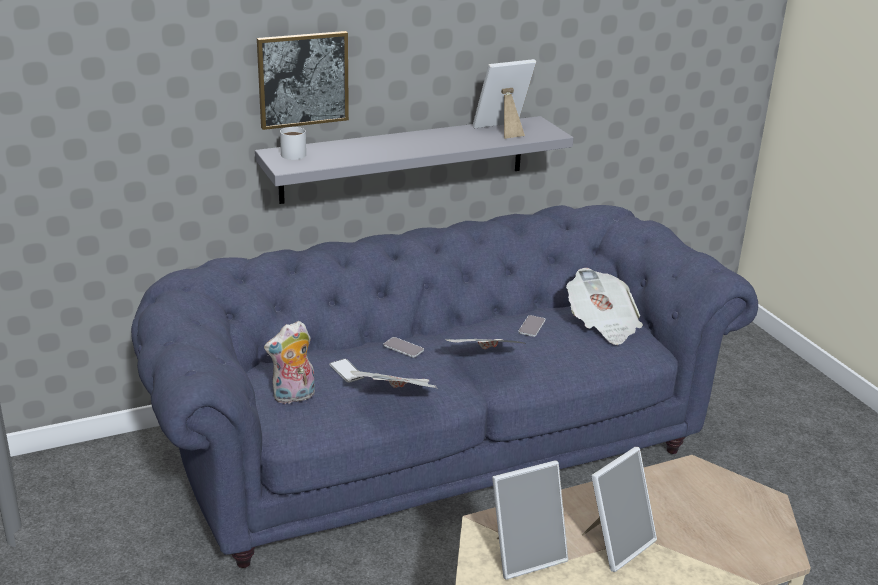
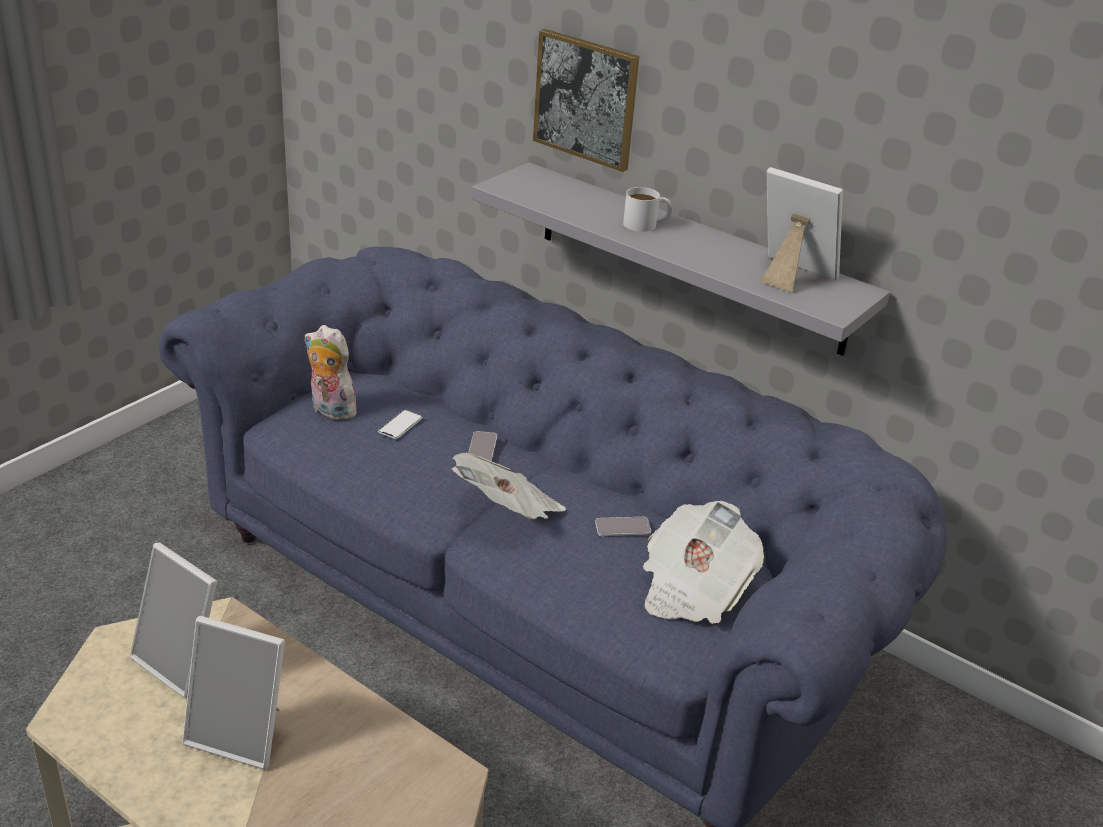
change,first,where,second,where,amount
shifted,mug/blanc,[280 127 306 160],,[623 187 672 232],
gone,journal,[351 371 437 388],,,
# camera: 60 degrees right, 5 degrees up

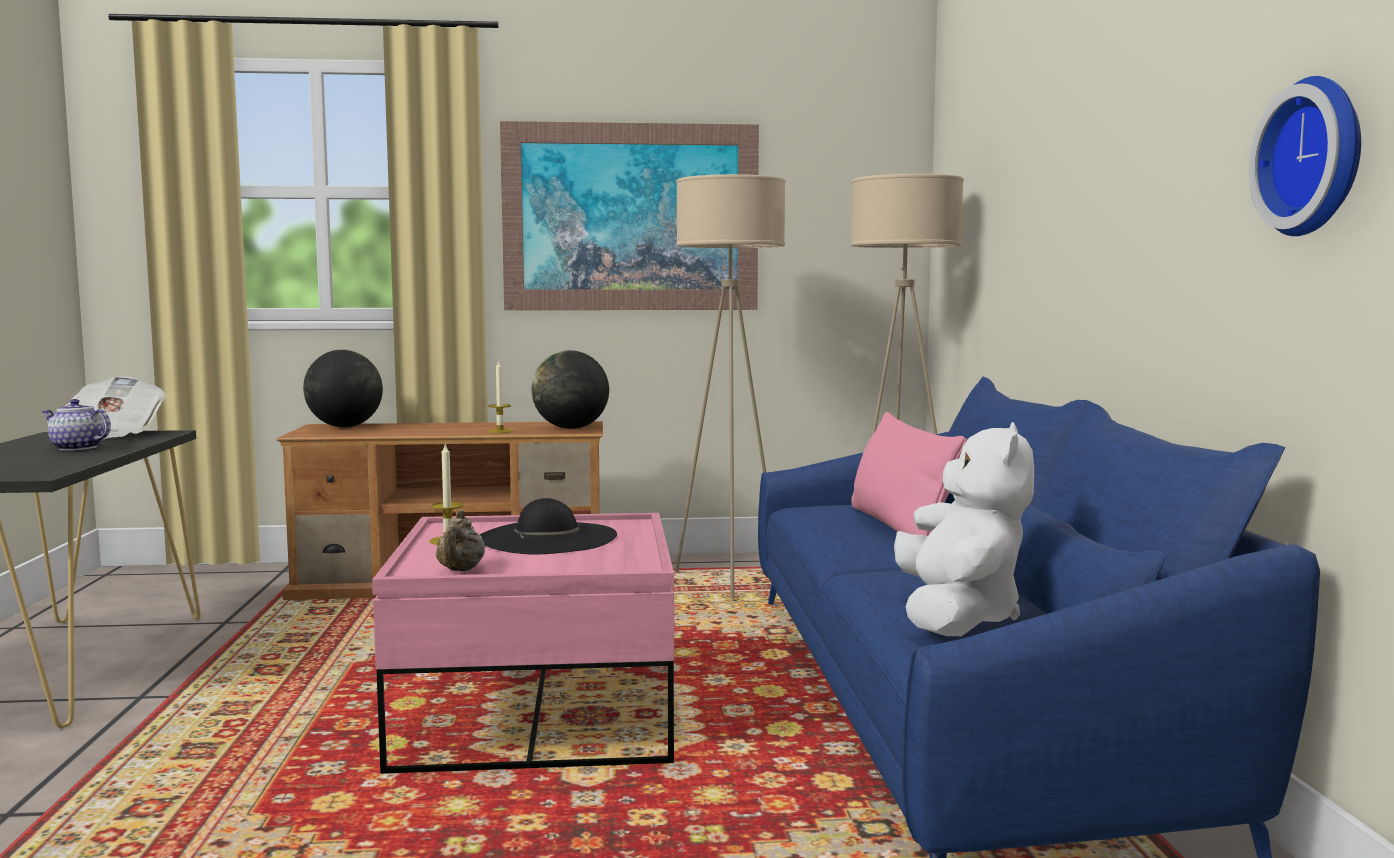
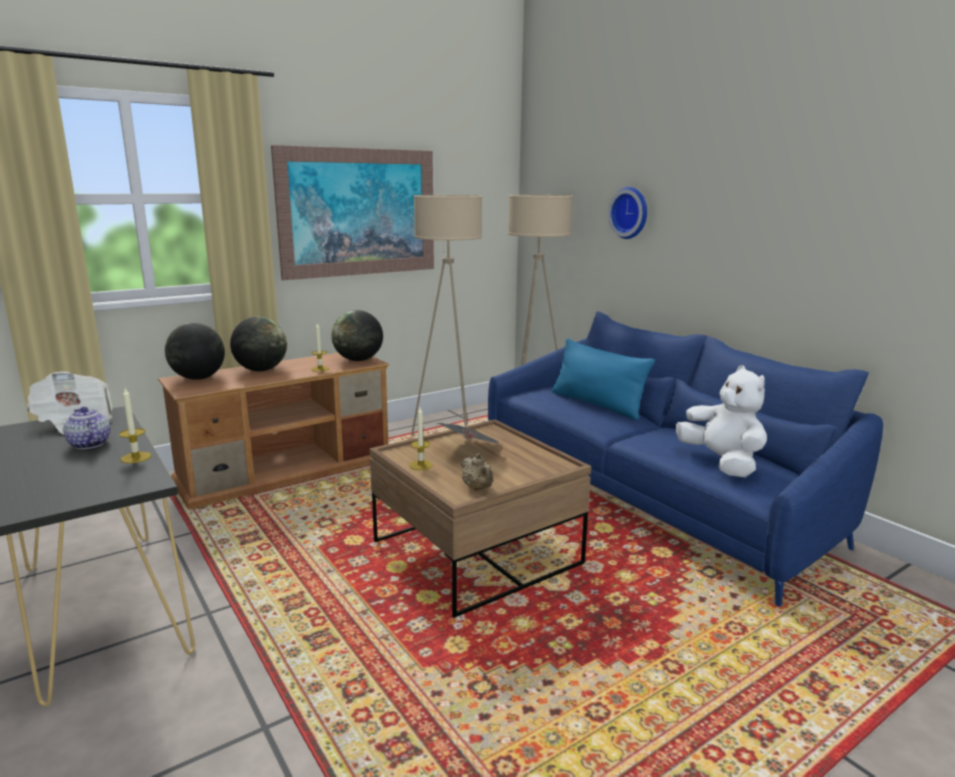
change,first,where,second,where,amount
rotated,théière,[42 399 111 451],,[63 407 110 449],60 degrees clockwise
repainted,table basse/rose,[372 513 674 774],table basse/marron,[370 419 591 618],
swapped,chapeau/noir,[480 498 617 555],journal,[437 423 499 443],
repainted,coussin/rose,[851 412 967 536],coussin/bleu,[552 338 655 420],
shifted,horloge murale,[1249 76 1361 236],,[608 187 647 239],
new,,,bougie,[119 388 151 463],
new,,,globe,[230 317 287 371],
# camera: 30 degrees left, 10 degrees up

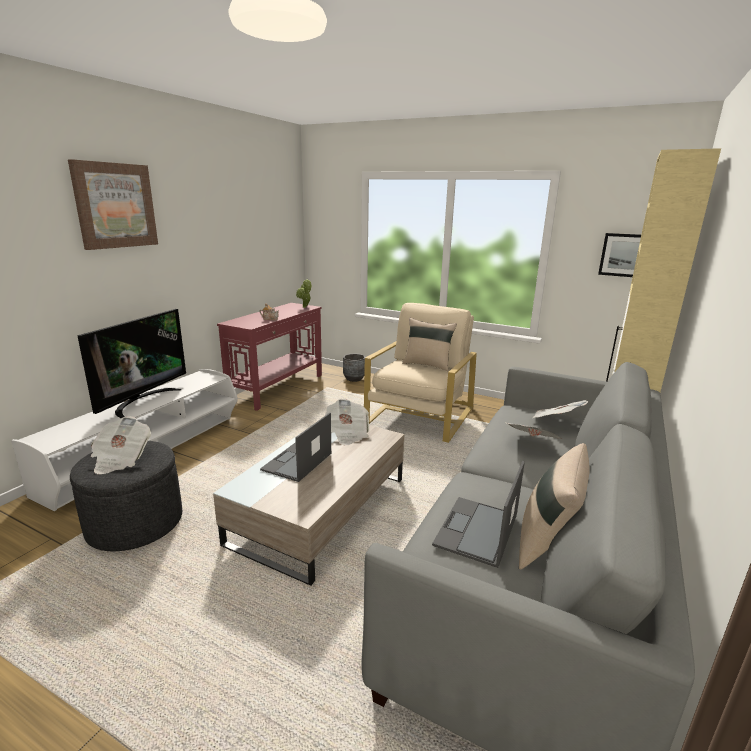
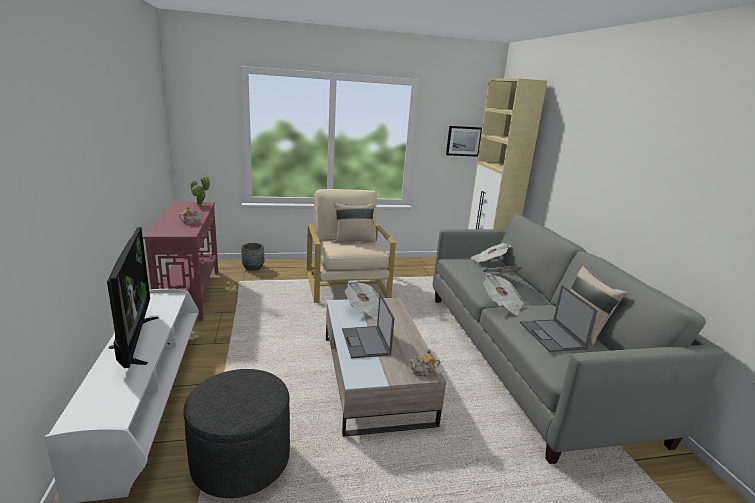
change,first,where,second,where,amount
gone,tableau,[68 159 158 250],,,
shifted,journal,[91 416 151 474],,[483 274 524 315],
new,,,théière,[410 349 440 377],
# camera: 40 degrees left, 0 degrees up

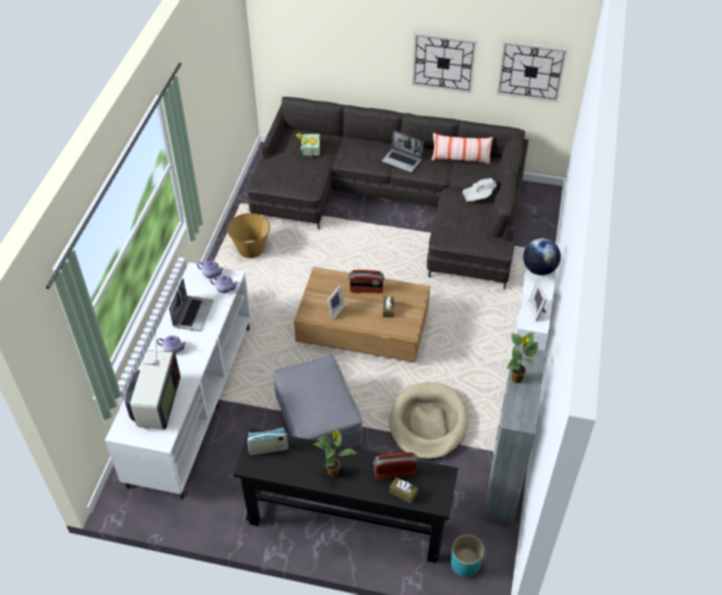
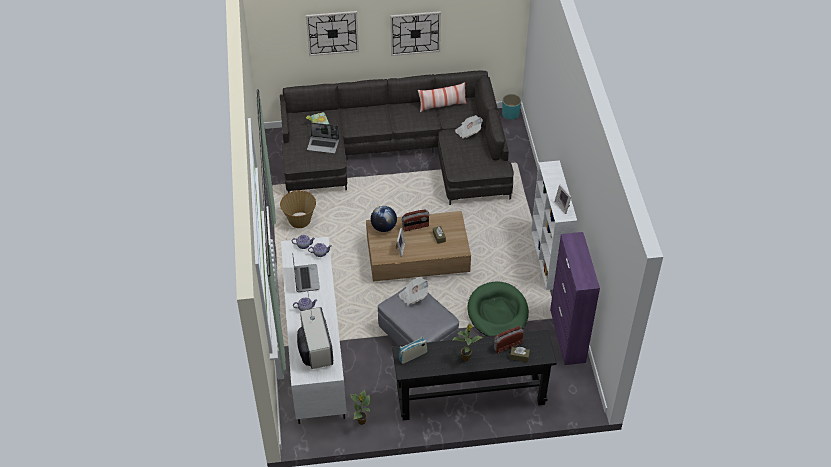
change,first,where,second,where,amount
shifted,ordinateur portable,[382 130 424 172],,[307 122 339 154],
repainted,panier pour chien/beige,[389 382 469 460],panier pour chien/vert,[468 282 529 336],
shifted,cache-pot/turquoise,[451 534 484 577],,[502 94 521 120],
repainted,meuble de rangement/gris,[484 345 546 523],meuble de rangement/violet,[550 232 600 365],
shifted,horloge murale,[497 41 568 103],,[306 11 359 56],
shifted,plante en pot,[506 332 538 383],,[350 390 370 425],
shifted,globe,[523 238 561 275],,[371 206 397 232],
new,,,journal,[399 277 430 305],
# camera: 20 degrees left, 0 degrees up

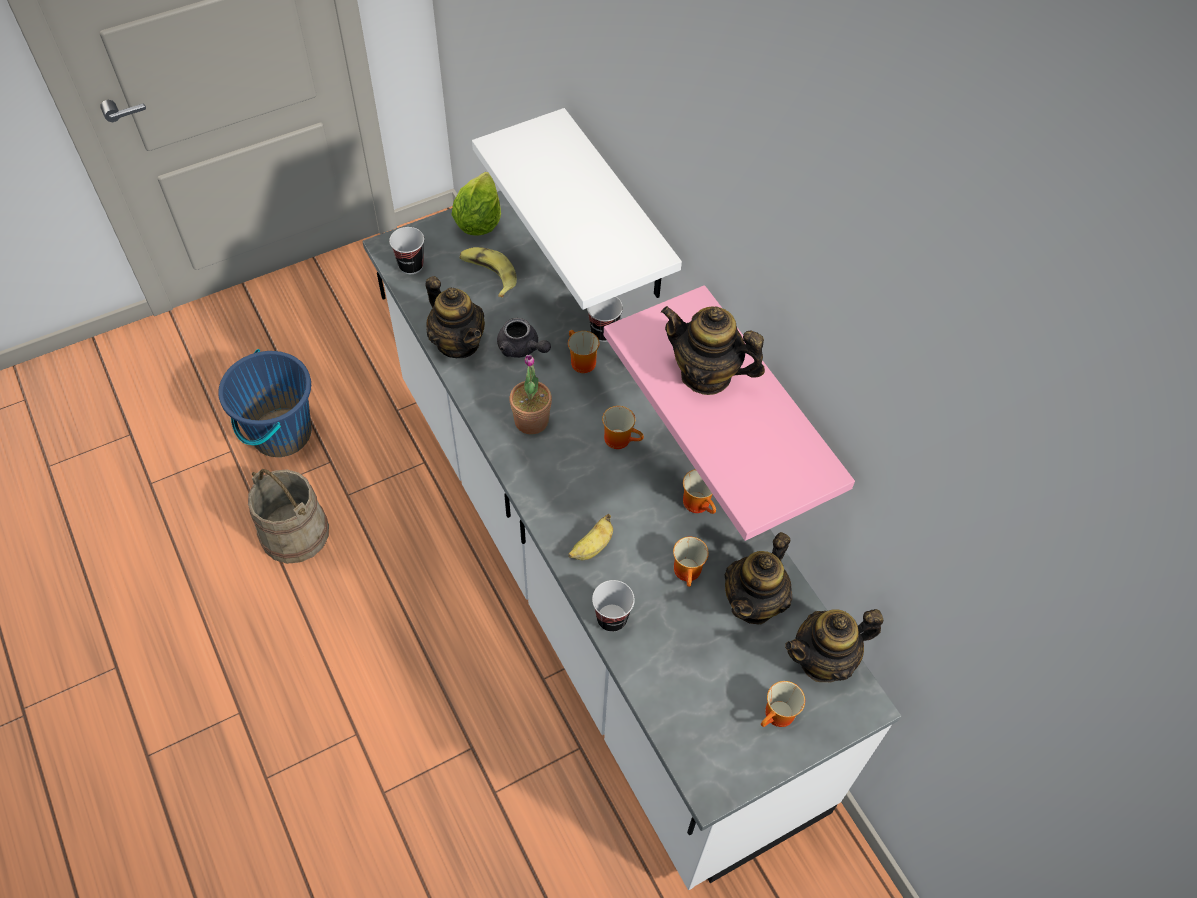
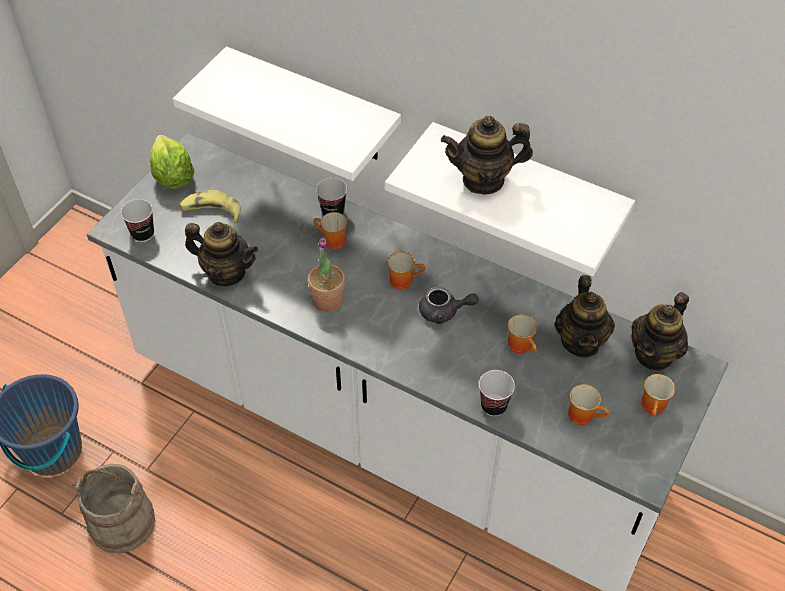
change,first,where,second,where,amount
shifted,théière/gris,[497 318 551 358],,[419 286 479 324],
gone,banane,[568 514 613 560],,,
repainted,étagère/rose,[604 285 855 541],étagère/blanc,[385 122 635 276],
shifted,mug,[683 469 716 514],,[568 384 609 425],
# camera: 30 degrees left, 5 degrees down

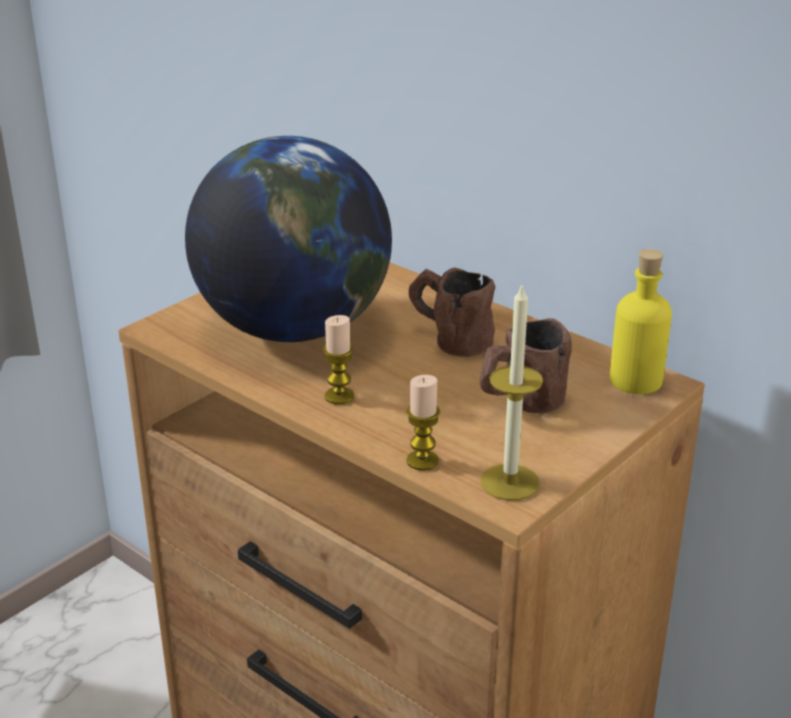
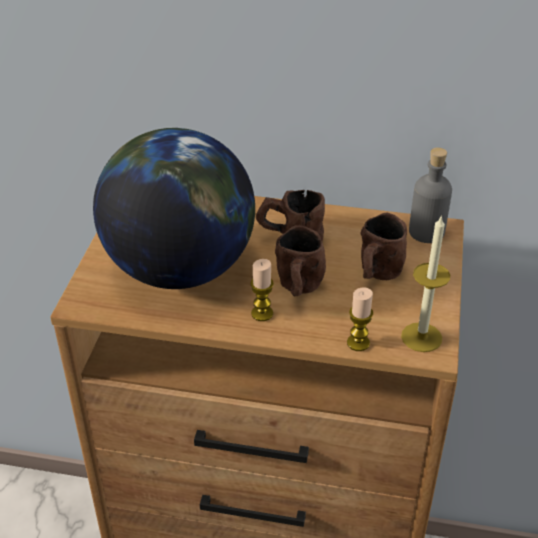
change,first,where,second,where,amount
repainted,bouteille/jaune,[610 249 672 394],bouteille/gris,[409 147 452 243],
new,,,mug/marron,[275 226 326 296],
# camera: 30 degrees left, 10 degrees up

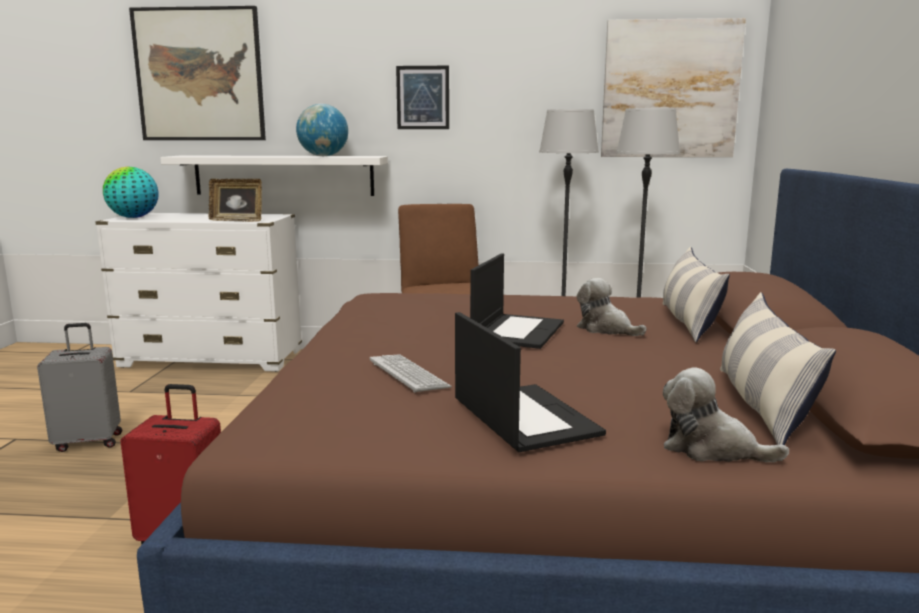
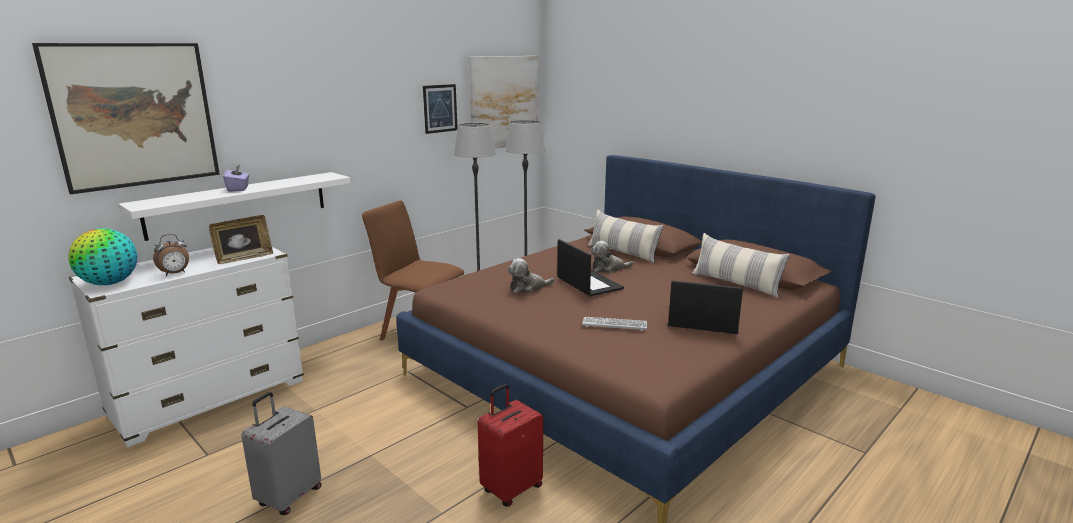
change,first,where,second,where,amount
gone,globe,[296 104 348 156],,,
shifted,tableau,[396 66 449 129],,[423 84 457 134],
shifted,peluche,[663 367 789 462],,[508 258 554 293],
new,,,réveil,[153 234 189 276],
new,,,boîte à mouchoirs/violet,[223 165 249 192],
# camera: 50 degrees left, 5 degrees up

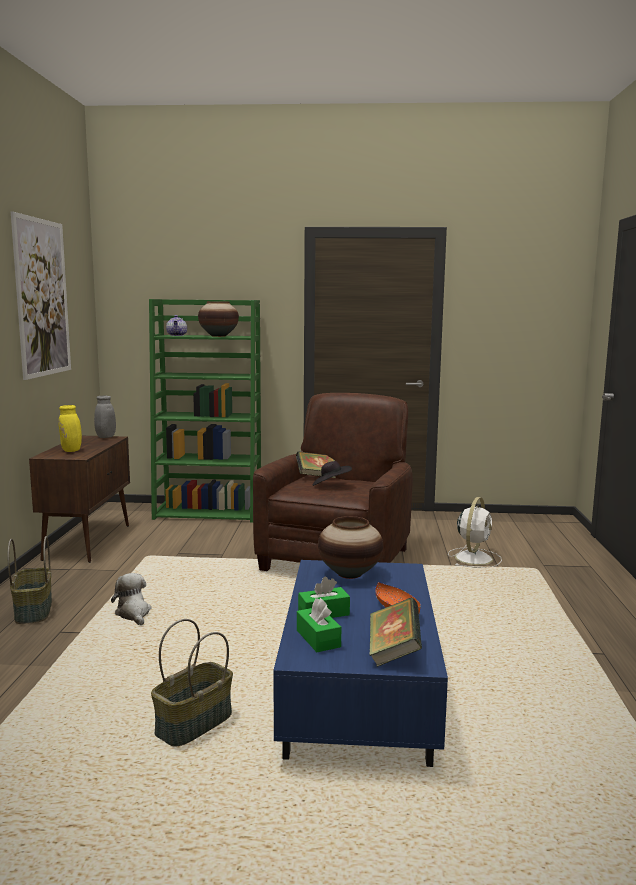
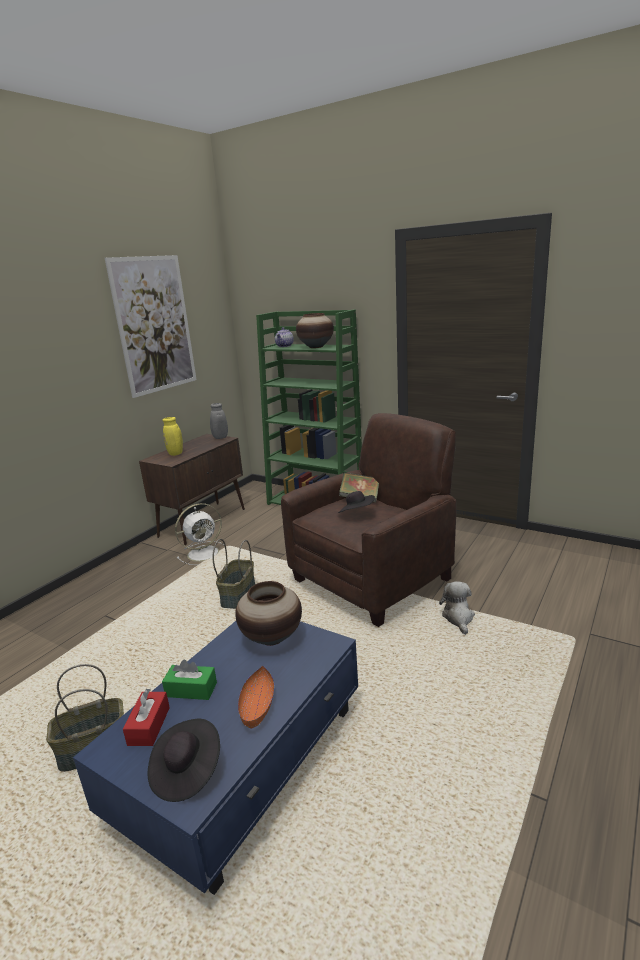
change,first,where,second,where,amount
shifted,panier,[7 536 52 624],,[213 539 255 609],
shifted,peluche,[111 573 152 625],,[439 581 475 635],
repainted,boîte à mouchoirs/vert,[297 598 341 652],boîte à mouchoirs/rouge,[123 689 170 746],
swapped,livre,[369 598 422 667],chapeau/noir,[148 719 220 802],
shifted,ventilateur/blanc,[448 497 502 568],,[175 503 224 565],
# camera: 30 degrees right, 10 degrees up

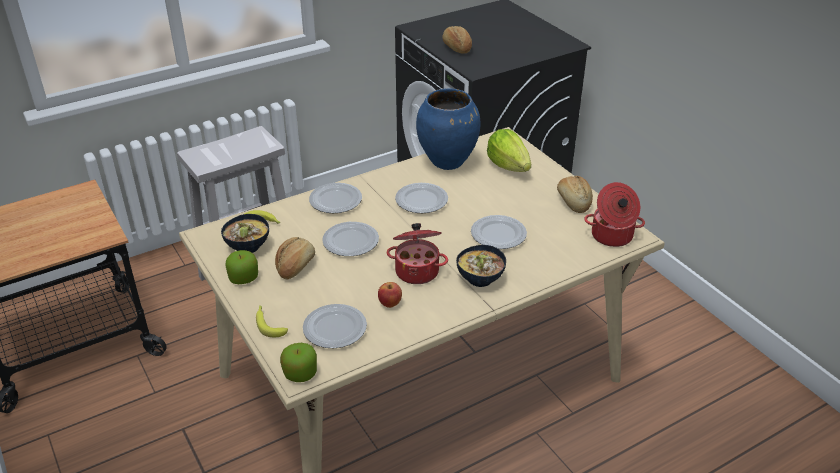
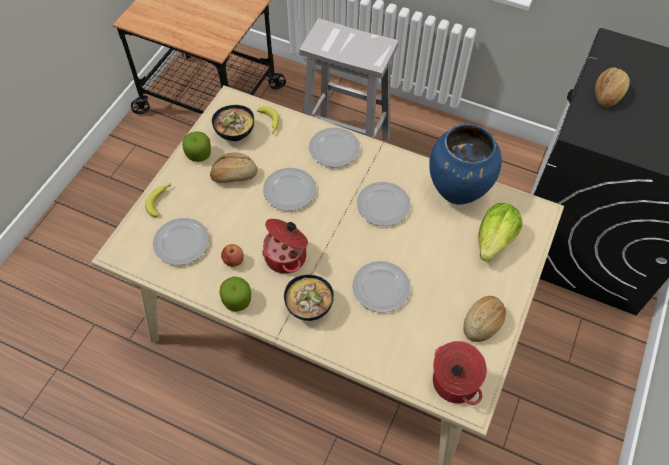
change,first,where,second,where,amount
shifted,pomme,[280 343 317 382],,[220 277 251 311],
# camera: 55 degrees right, 20 degrees up

